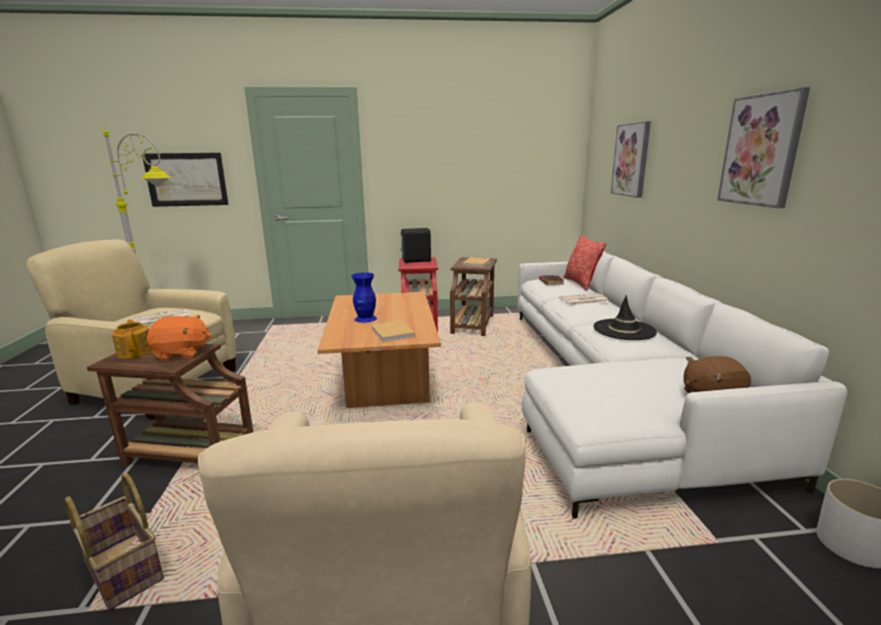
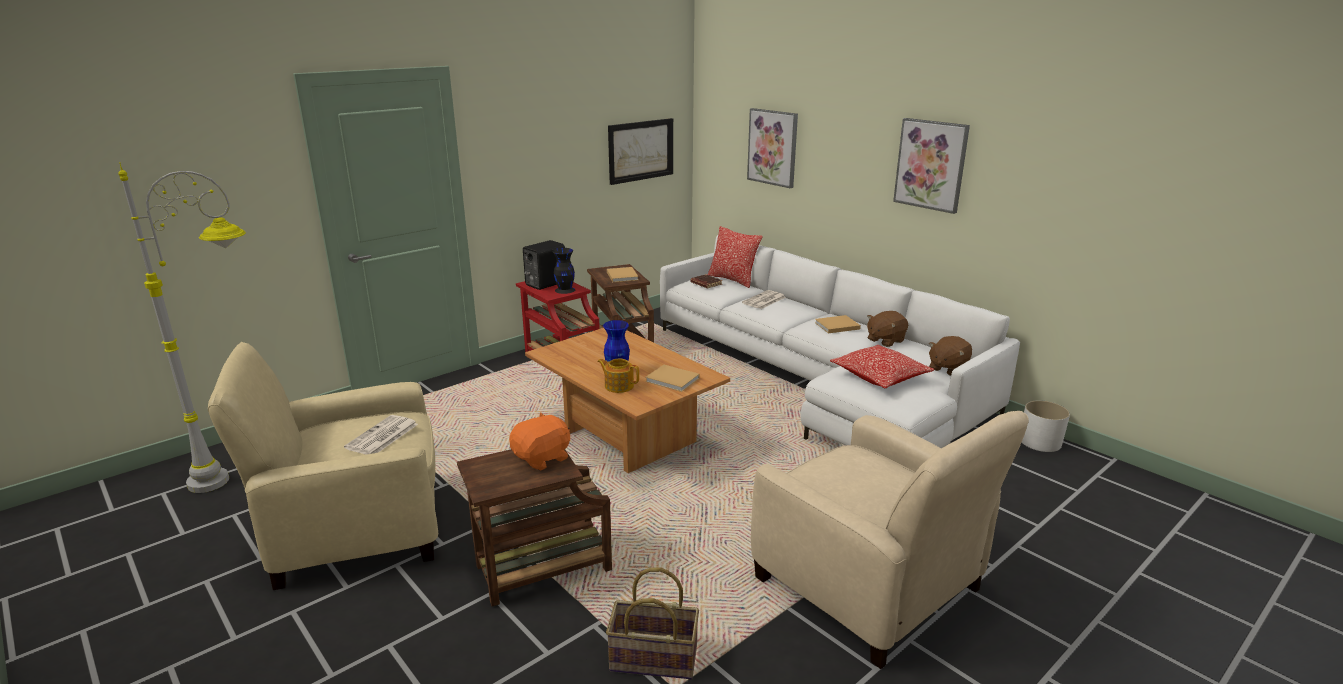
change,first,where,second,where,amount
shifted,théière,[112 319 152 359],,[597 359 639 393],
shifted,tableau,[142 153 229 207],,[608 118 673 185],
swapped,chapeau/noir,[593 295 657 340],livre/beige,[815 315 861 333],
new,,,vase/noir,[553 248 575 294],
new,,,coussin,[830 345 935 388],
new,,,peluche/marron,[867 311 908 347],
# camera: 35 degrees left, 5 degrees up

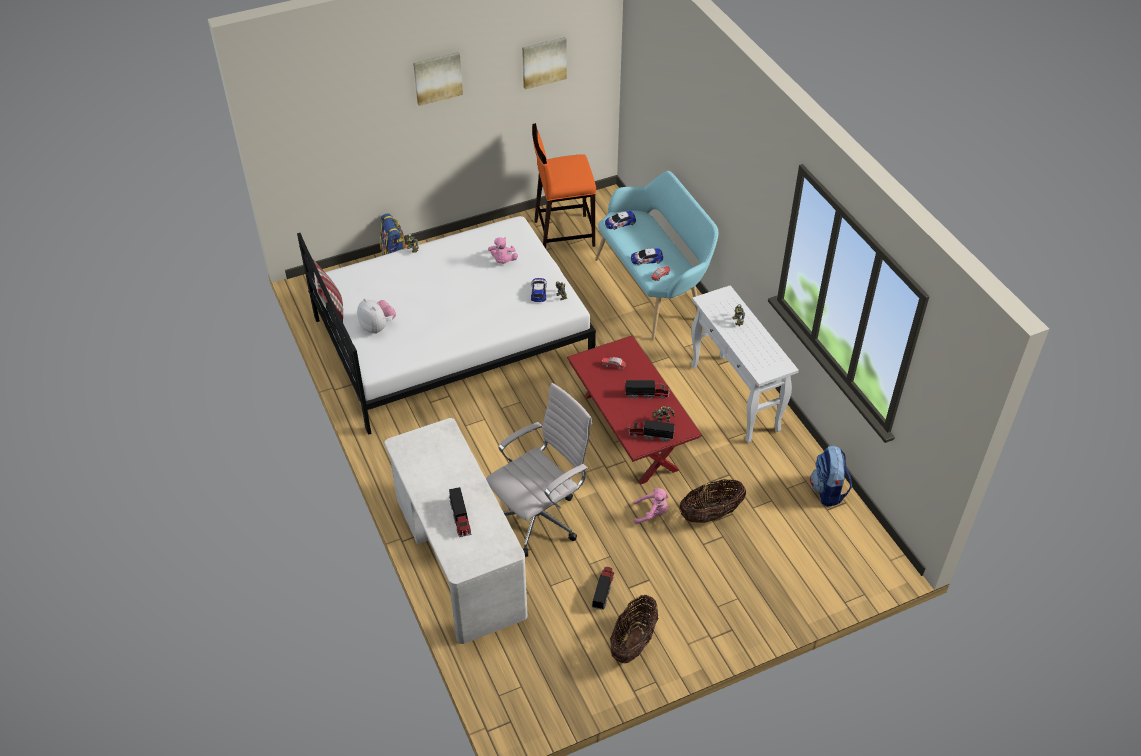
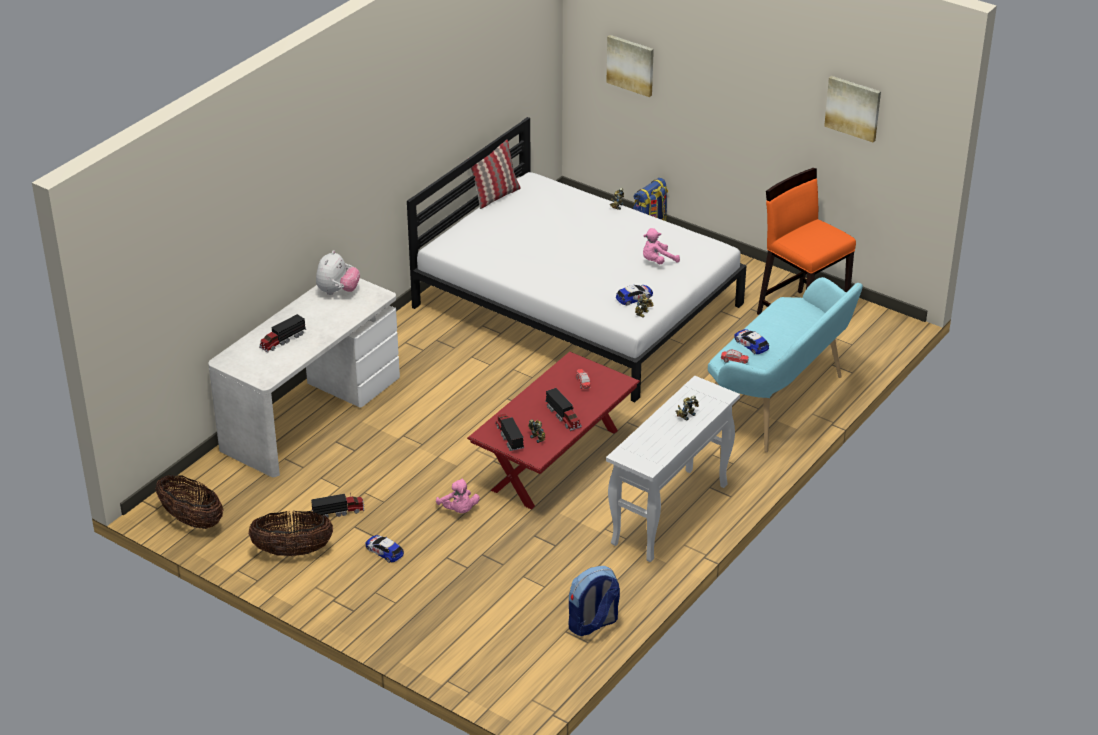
change,first,where,second,where,amount
shifted,peluche,[357 298 396 334],,[316 250 360 295],
shifted,tableau,[413 52 463 106],,[606 35 654 97],
gone,chaise de bureau/blanc,[486 383 592 557],,,
shifted,petite voiture,[605 211 636 230],,[365 535 404 563],
shifted,panier,[679 479 746 523],,[156 475 223 529],
# camera: 60 degrees right, 10 degrees down

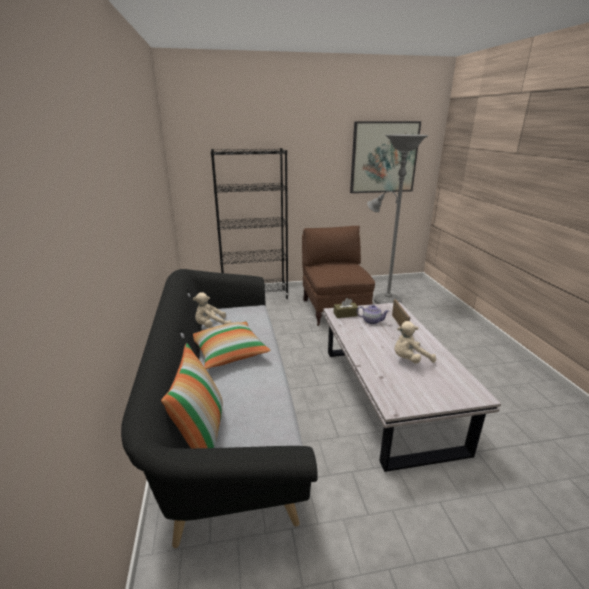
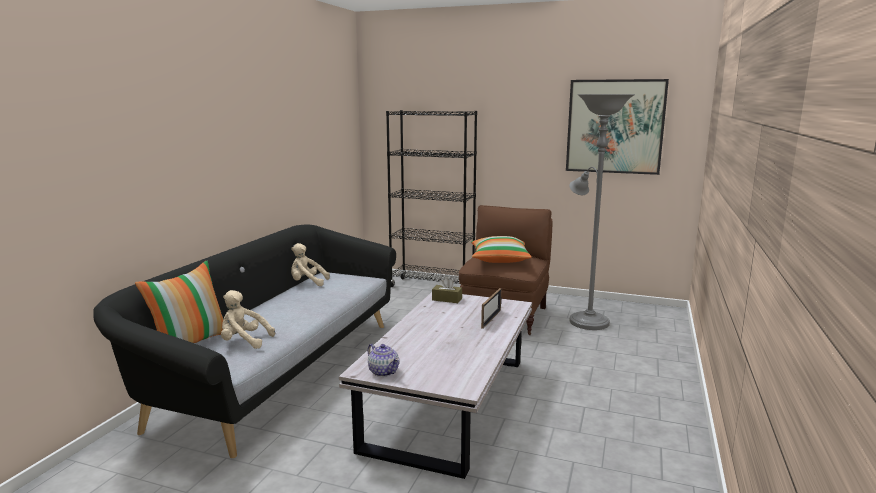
change,first,where,second,where,amount
shifted,coussin,[193 321 271 369],,[471 236 532 263],
shifted,théière,[357 305 389 325],,[368 344 400 377],
shifted,peluche/beige,[394 321 436 363],,[221 290 275 349],
# camera: 30 degrees right, 10 degrees down

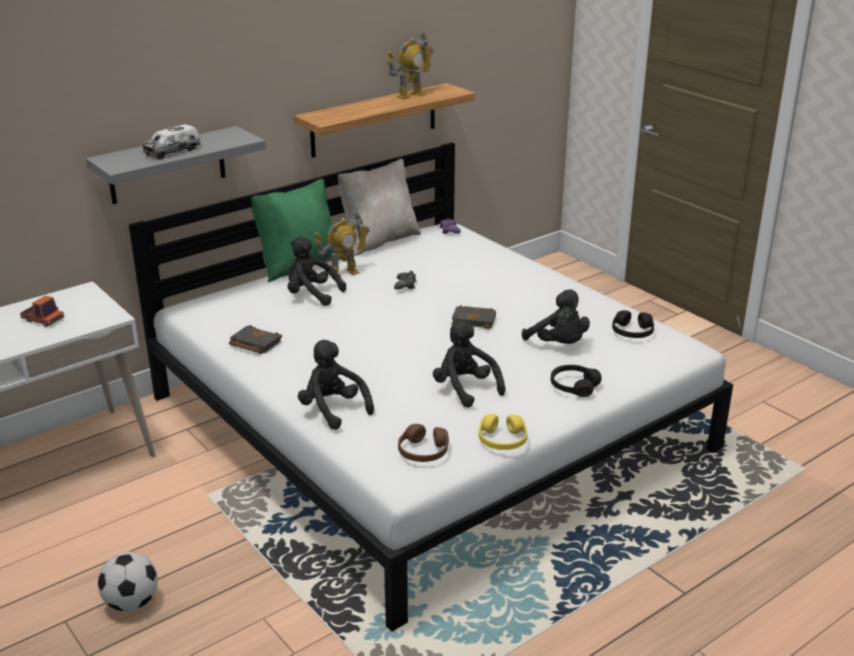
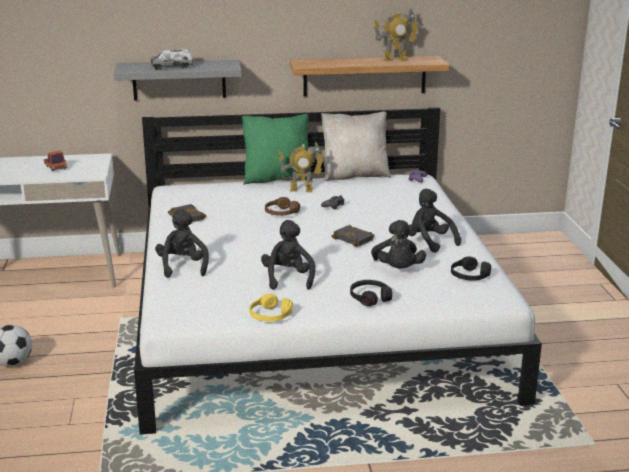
change,first,where,second,where,amount
shifted,peluche/noir,[287 237 346 306],,[409 189 461 253],
shifted,casque audio/marron,[398 424 449 462],,[265 197 300 216],
# camera: 30 degrees right, 5 degrees down

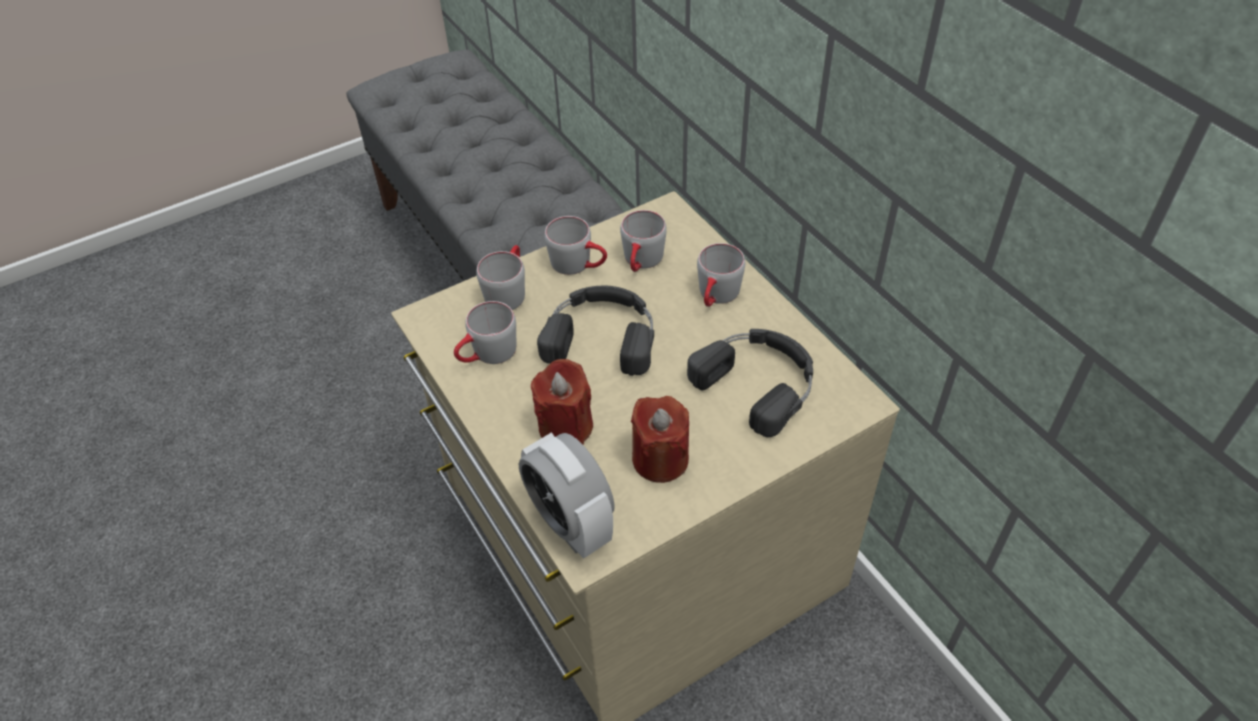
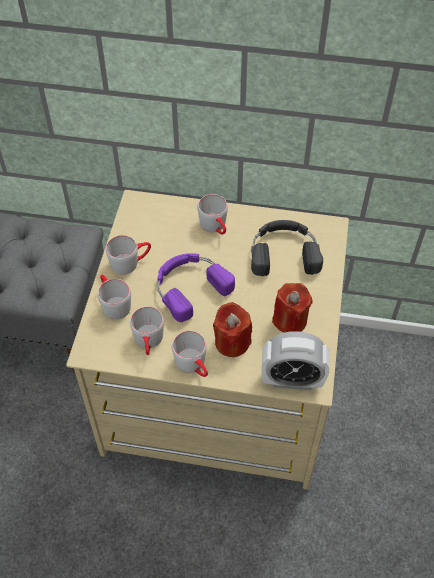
change,first,where,second,where,amount
repainted,casque audio/noir,[537 285 654 376],casque audio/violet,[158 253 235 322],
shifted,mug/gris,[620 210 667 272],,[172 331 208 377],
# camera: 50 degrees left, 5 degrees up

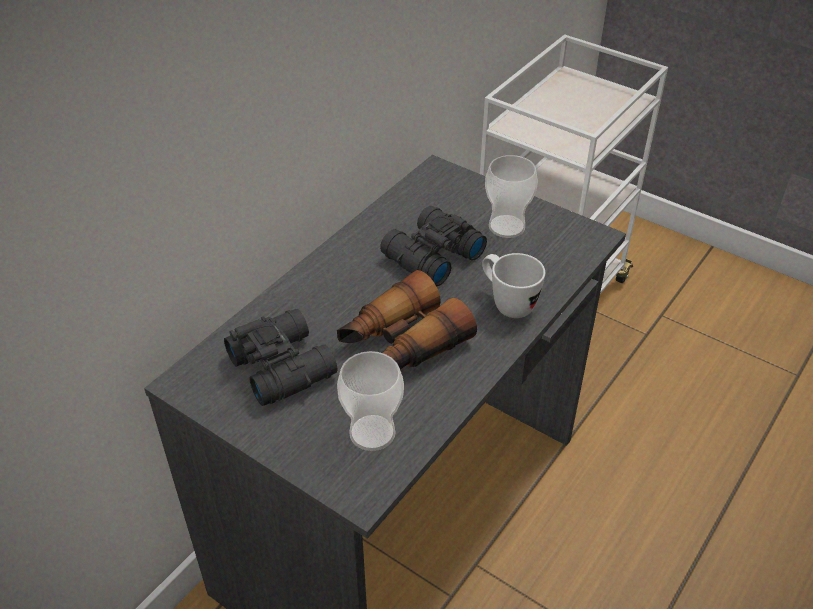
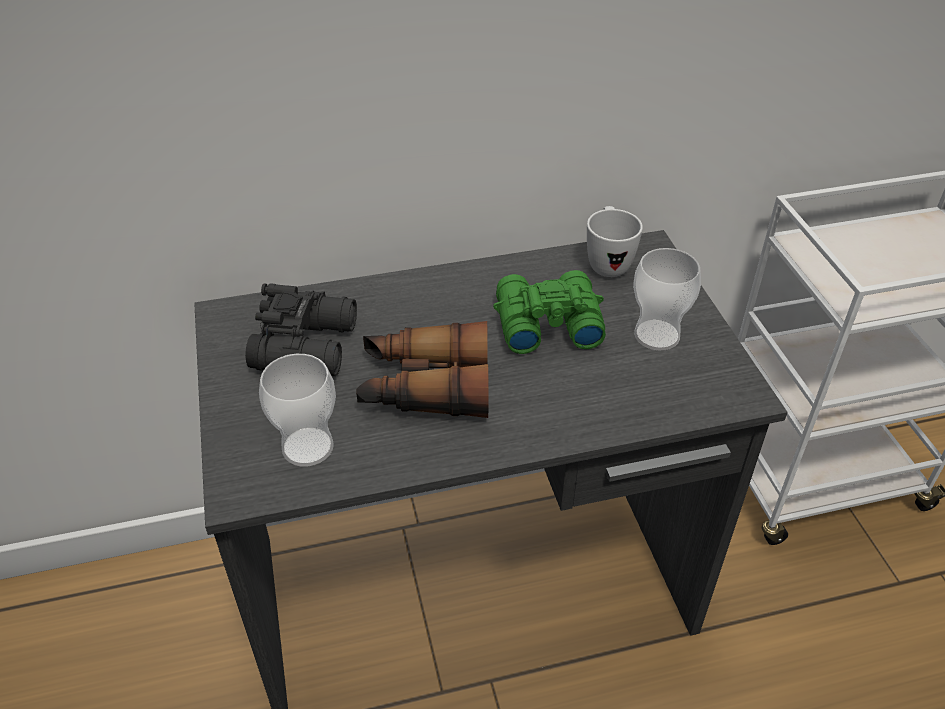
change,first,where,second,where,amount
repainted,jumelles/noir,[380 206 487 286],jumelles/vert,[493 270 606 354],
shifted,mug/blanc,[482 253 546 318],,[587 206 643 277],
# camera: 40 degrees right, 0 degrees up

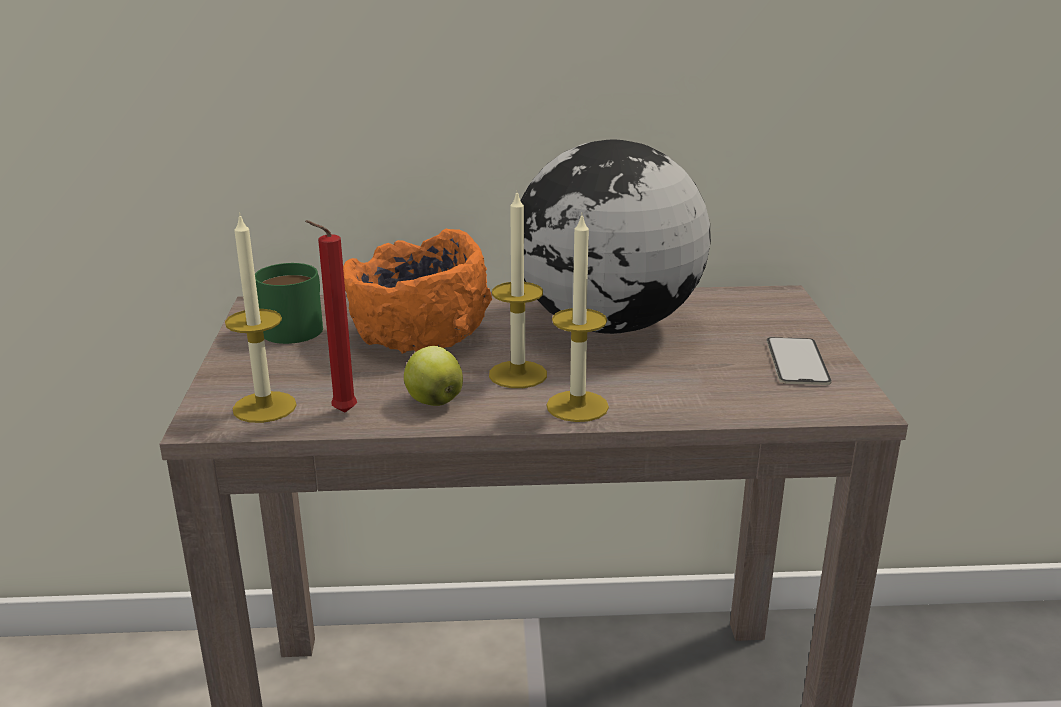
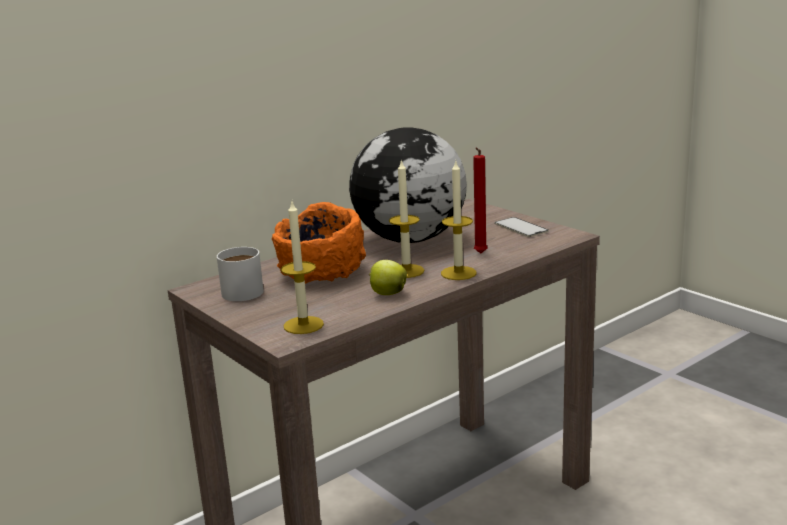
change,first,where,second,where,amount
repainted,mug/vert,[255 263 323 344],mug/blanc,[217 247 264 301],
shifted,bougie/rouge,[305 220 357 412],,[473 148 488 253],
# camera: 35 degrees left, 5 degrees down

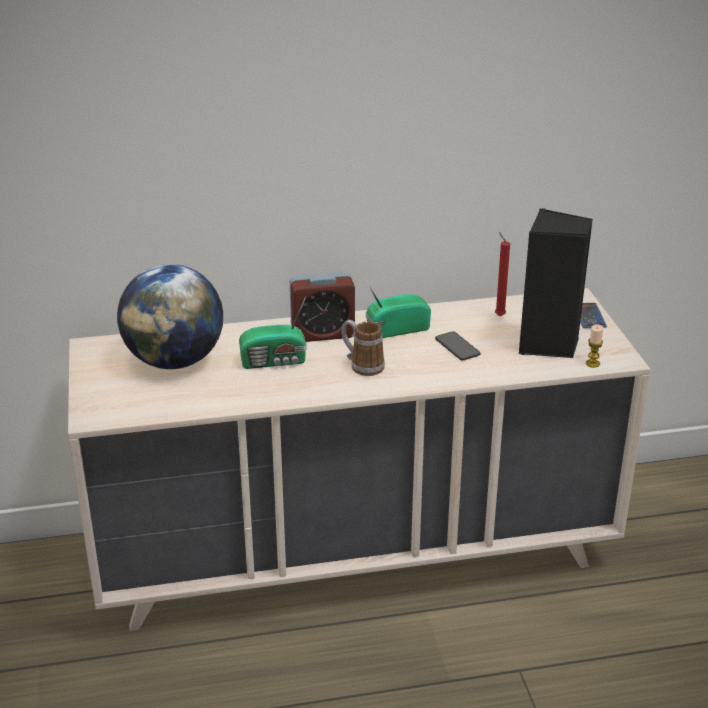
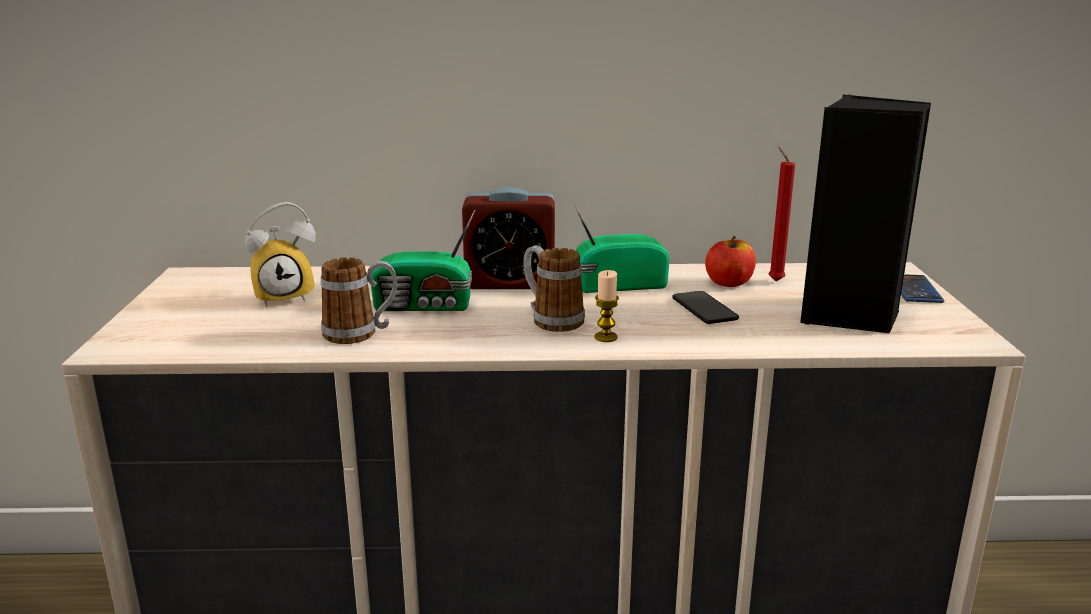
change,first,where,second,where,amount
swapped,globe,[117 264 223 369],réveil,[245 202 316 307],
shifted,bougie,[586 324 603 368],,[595 270 619 342],
new,,,mug,[321 257 397 344],
new,,,pomme,[705 236 756 287],
# camera: 10 degrees right, 10 degrees down

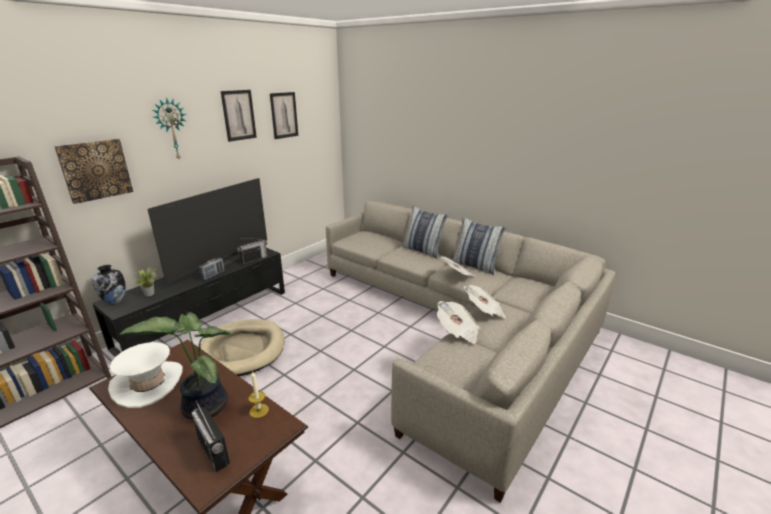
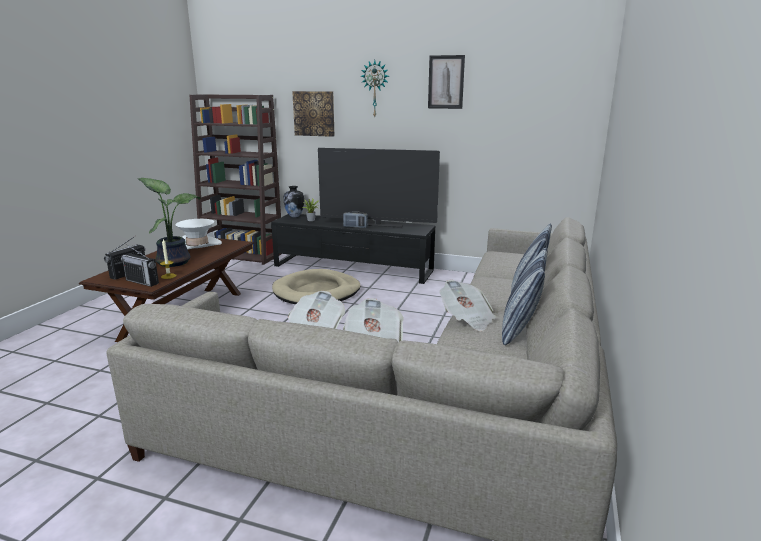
change,first,where,second,where,amount
shifted,radio,[237 238 267 264],,[121 244 159 287],
gone,tableau,[270 92 298 139],,,
# camera: 70 degrees right, 5 degrees down

